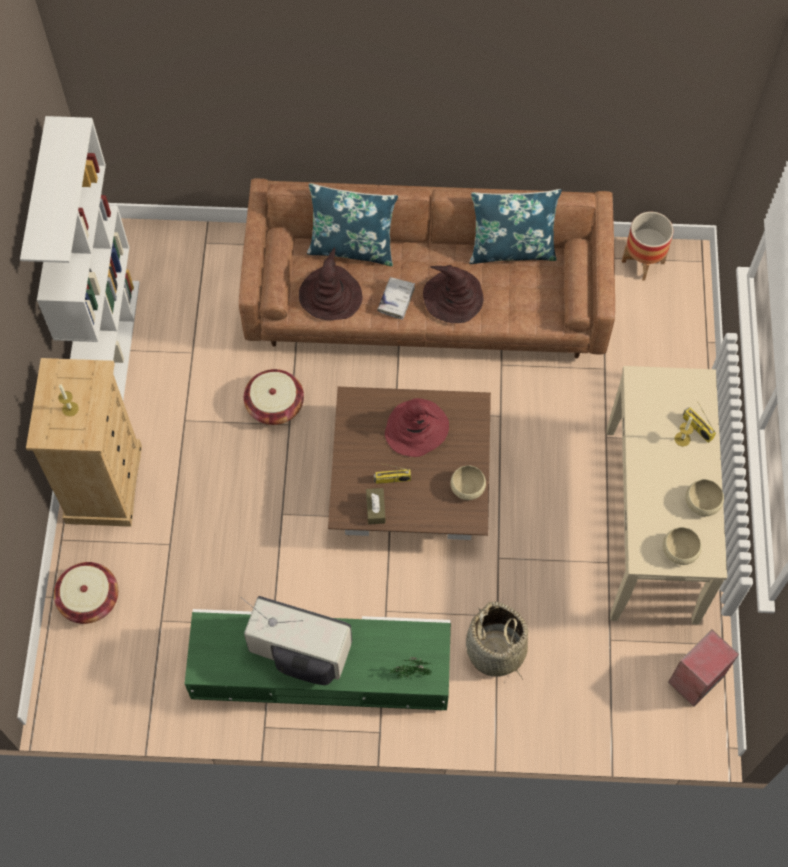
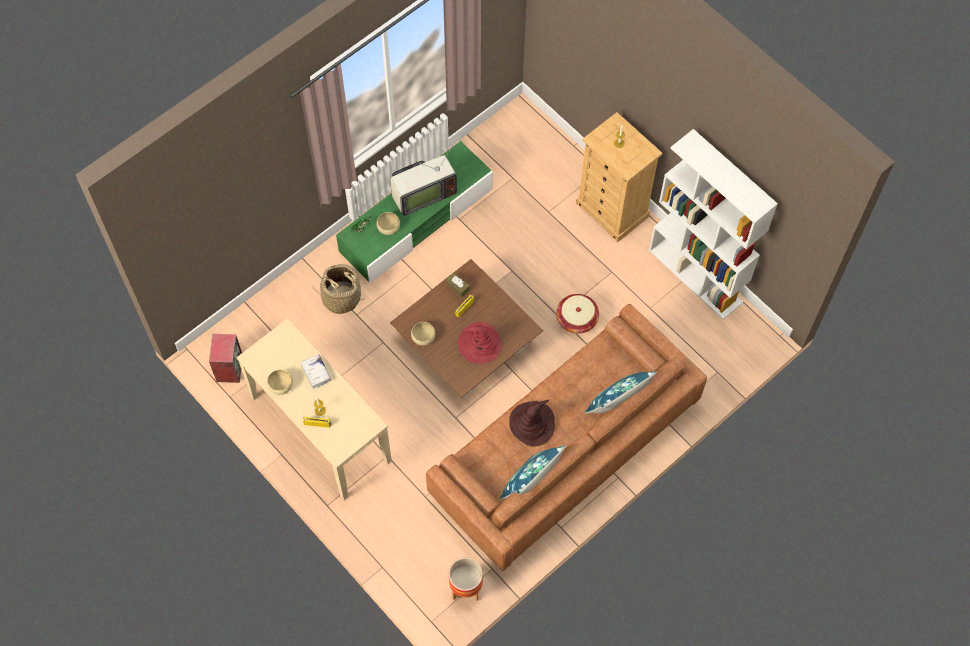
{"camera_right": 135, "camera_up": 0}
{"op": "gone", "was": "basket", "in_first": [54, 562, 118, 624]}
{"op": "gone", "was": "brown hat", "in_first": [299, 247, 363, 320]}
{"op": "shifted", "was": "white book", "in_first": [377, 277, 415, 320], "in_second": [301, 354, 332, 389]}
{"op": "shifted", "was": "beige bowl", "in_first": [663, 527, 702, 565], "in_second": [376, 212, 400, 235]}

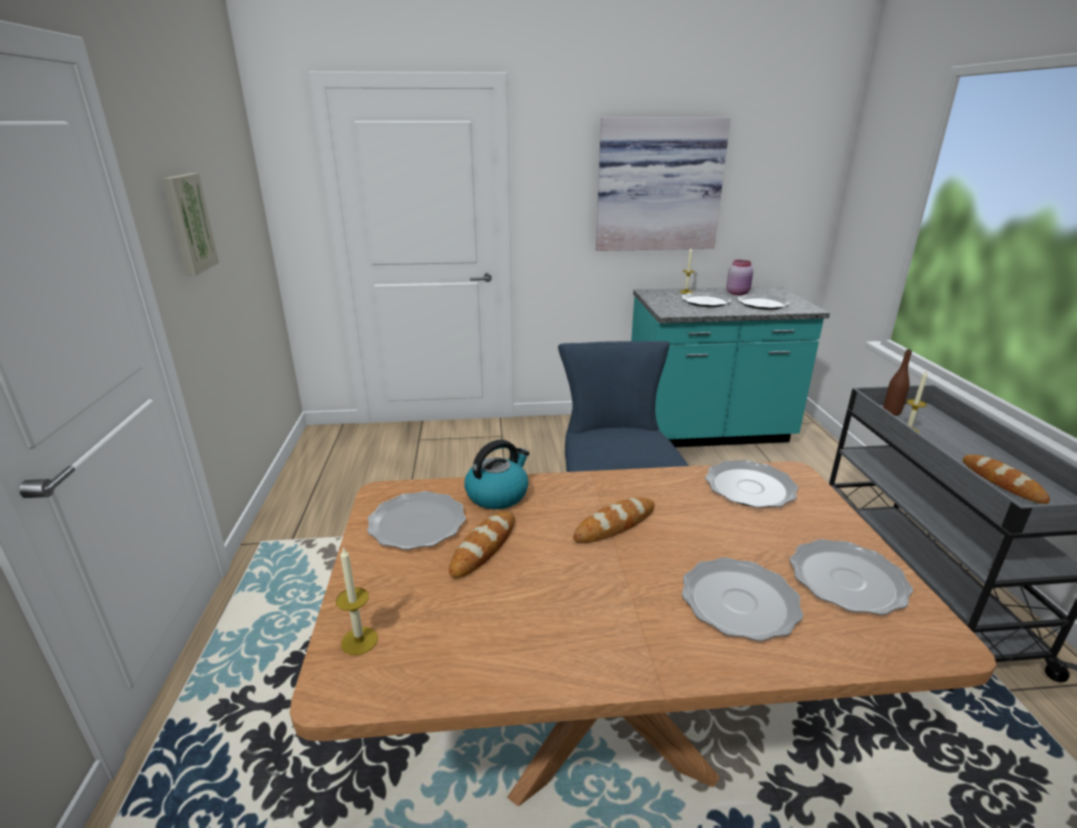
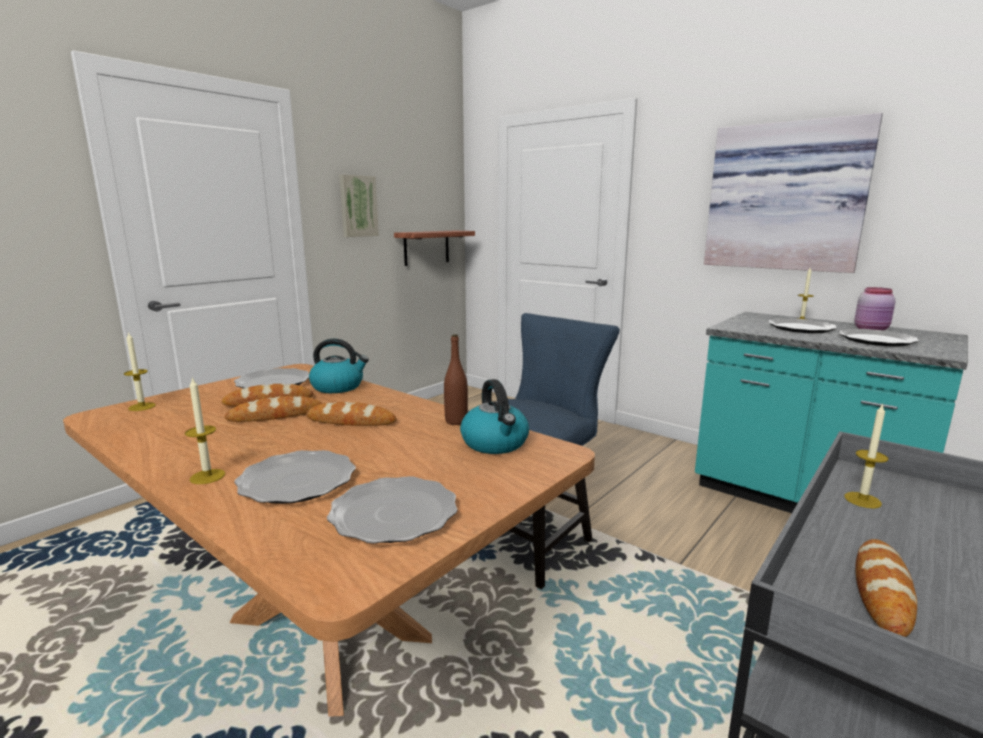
{"camera_right": 45, "camera_up": -10}
{"op": "swapped", "was": "plate", "now": "kettle", "in_first": [705, 460, 798, 508], "in_second": [460, 379, 529, 454]}
{"op": "shifted", "was": "brown bottle", "in_first": [883, 349, 912, 416], "in_second": [444, 334, 468, 425]}
{"op": "new", "now": "candle", "in_second": [185, 377, 225, 484]}
{"op": "new", "now": "bread", "in_second": [225, 396, 322, 422]}
{"op": "new", "now": "shelf", "in_second": [394, 231, 475, 266]}

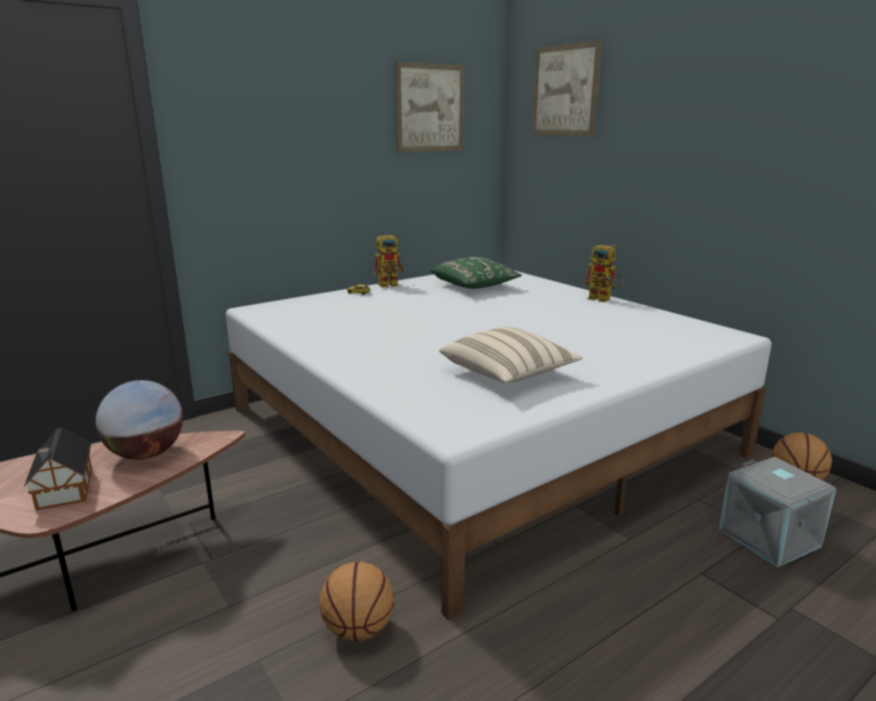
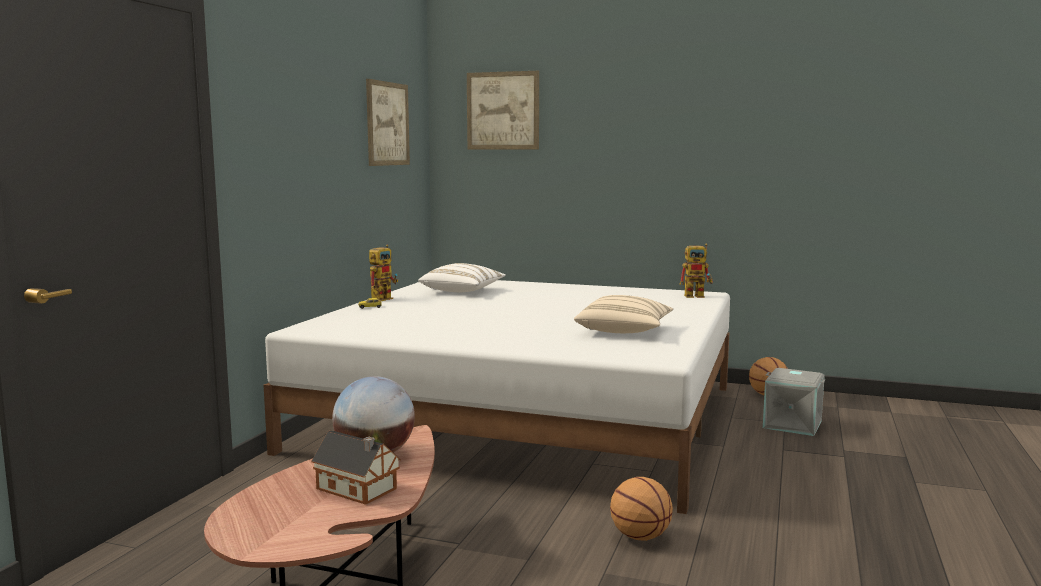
{"camera_right": -35, "camera_up": -10}
{"op": "repainted", "was": "green pillow", "now": "white pillow", "in_first": [430, 257, 522, 289], "in_second": [418, 263, 506, 292]}
{"op": "shifted", "was": "toy robot", "in_first": [583, 244, 624, 302], "in_second": [679, 244, 713, 298]}

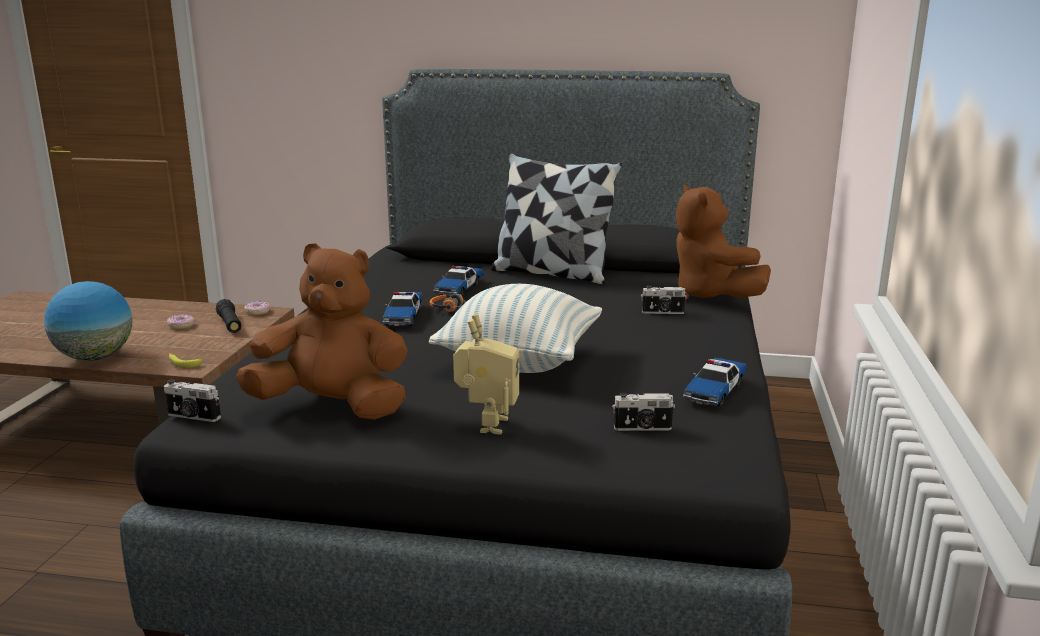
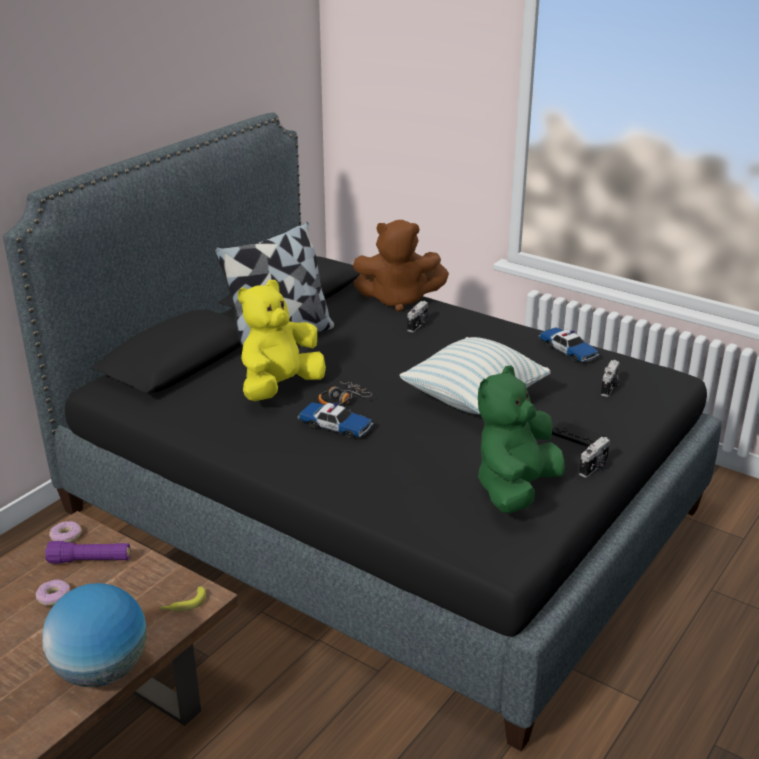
{"camera_right": -65, "camera_up": 10}
{"op": "shifted", "was": "photo camera", "in_first": [164, 379, 221, 422], "in_second": [579, 437, 610, 478]}
{"op": "repainted", "was": "black flashlight", "now": "purple flashlight", "in_first": [216, 299, 241, 333], "in_second": [45, 541, 130, 564]}
{"op": "repainted", "was": "brown plush toy", "now": "green plush toy", "in_first": [236, 243, 408, 419], "in_second": [478, 366, 565, 514]}
{"op": "swapped", "was": "toy car", "now": "yellow plush toy", "in_first": [433, 266, 484, 296], "in_second": [238, 280, 326, 401]}
{"op": "swapped", "was": "toy robot", "now": "black game controller", "in_first": [453, 314, 520, 435], "in_second": [552, 421, 605, 447]}

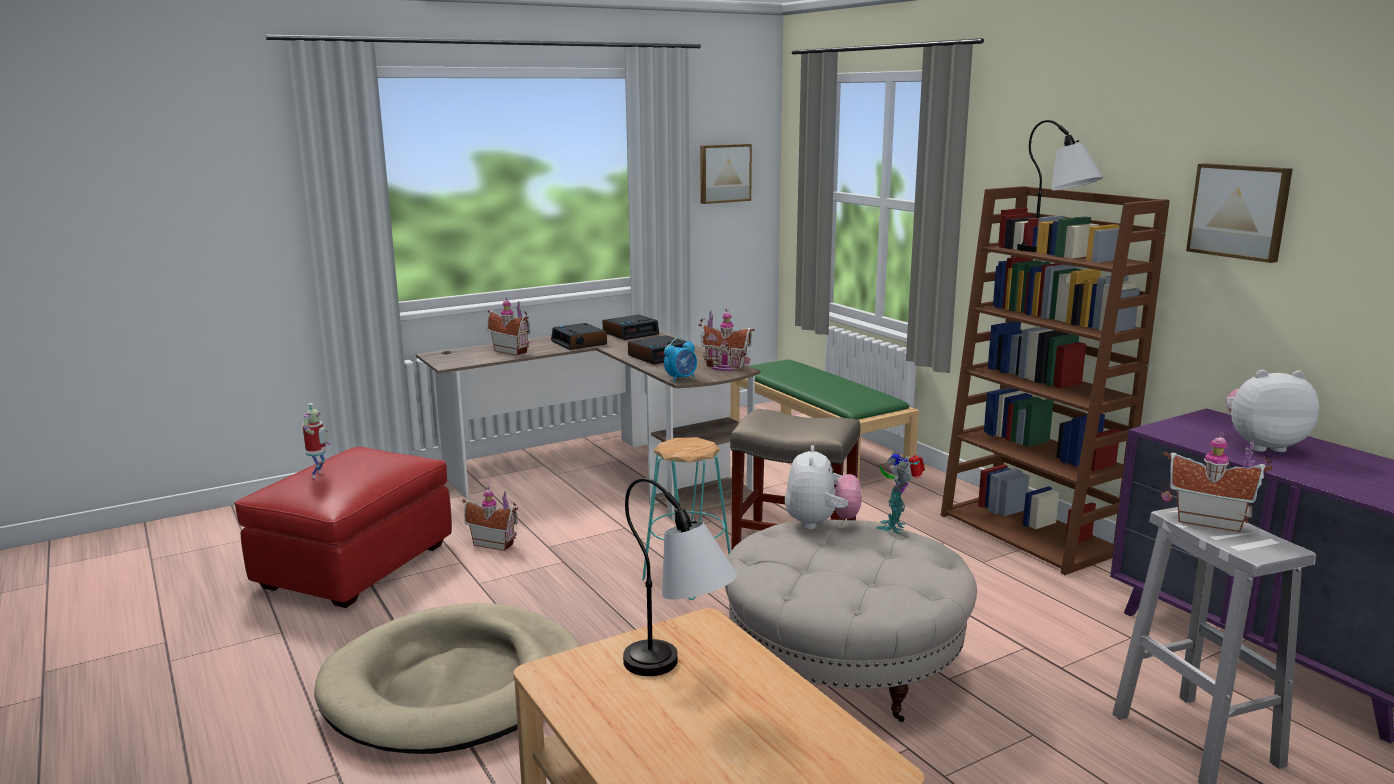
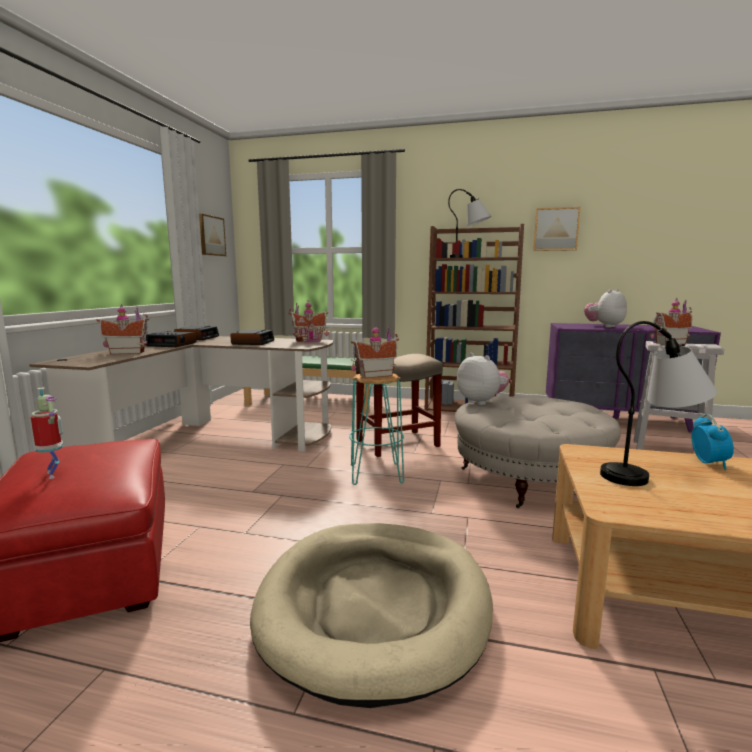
{"camera_right": -45, "camera_up": -5}
{"op": "shifted", "was": "toy house", "in_first": [462, 486, 518, 551], "in_second": [351, 324, 399, 378]}
{"op": "shifted", "was": "alarm clock", "in_first": [664, 337, 697, 382], "in_second": [691, 414, 734, 470]}
{"op": "gone", "was": "toy robot", "in_first": [876, 452, 925, 534]}

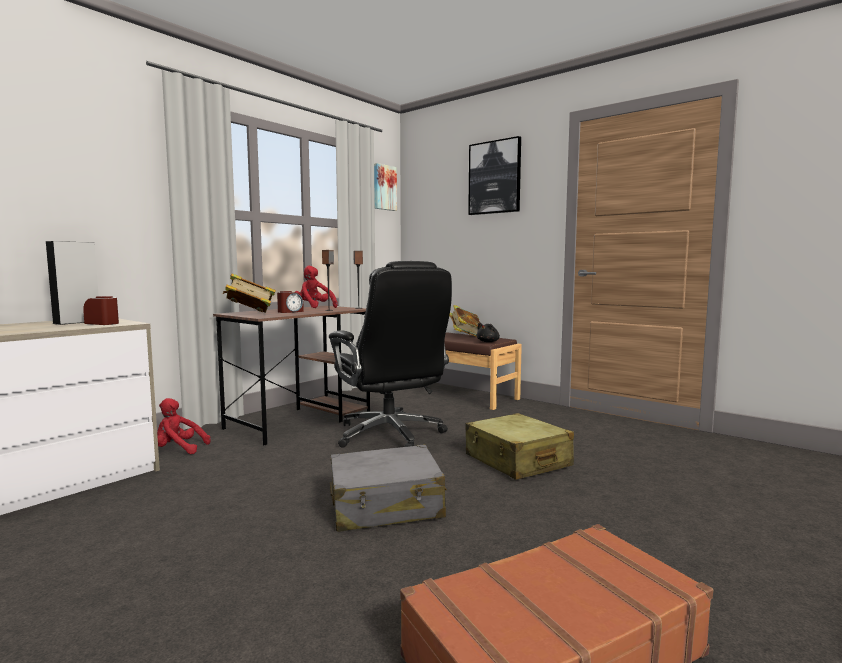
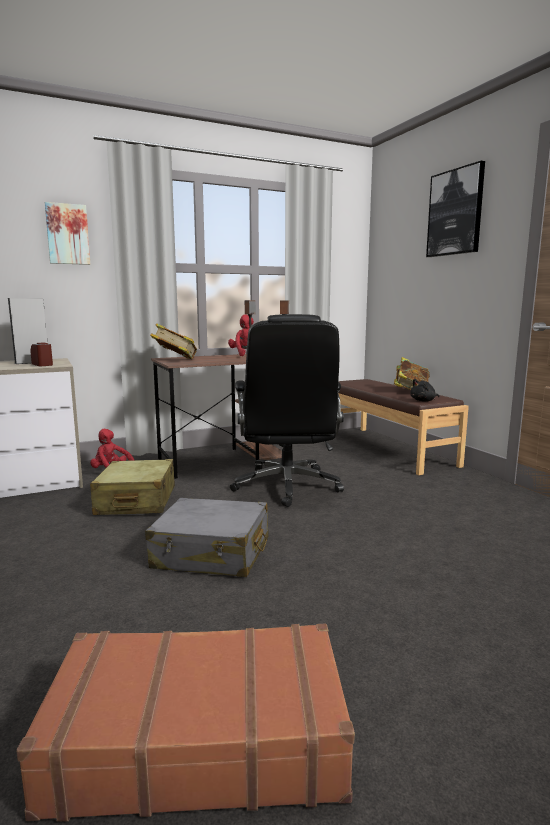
{"camera_right": 25, "camera_up": 5}
{"op": "gone", "was": "alarm clock", "in_first": [277, 291, 304, 313]}
{"op": "shifted", "was": "picture", "in_first": [374, 163, 397, 211], "in_second": [45, 202, 90, 265]}
{"op": "shifted", "was": "beige suitcase", "in_first": [465, 413, 574, 480], "in_second": [90, 459, 175, 515]}

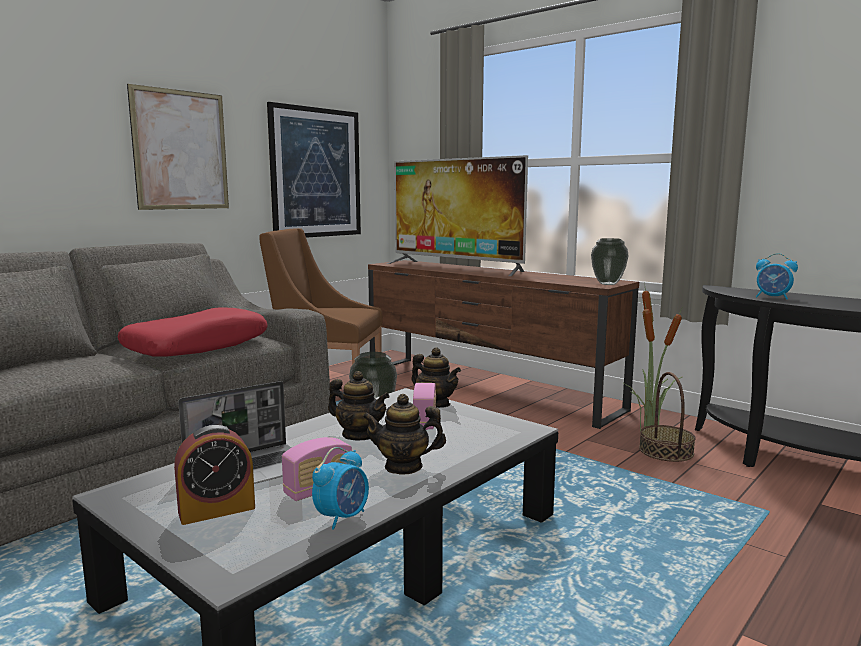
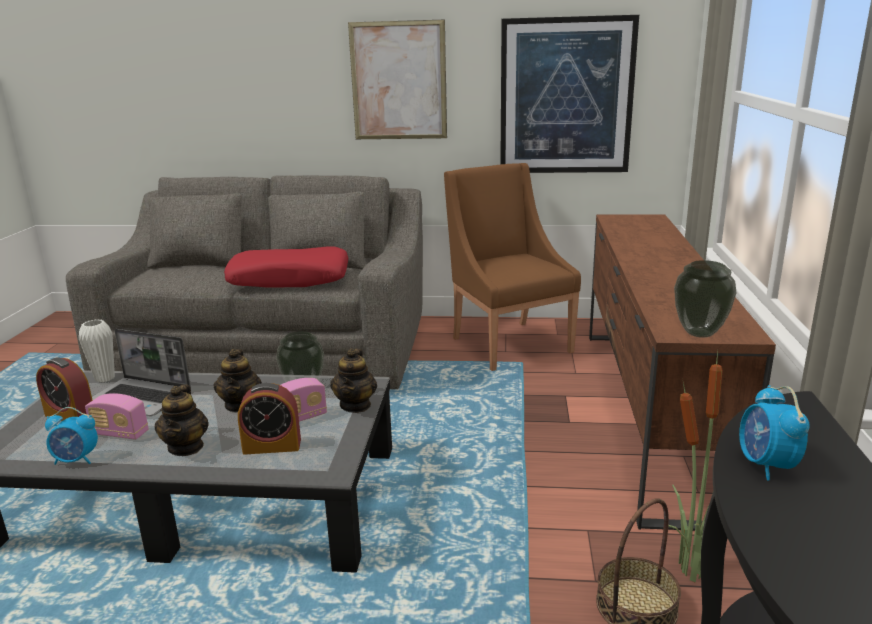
{"camera_right": 55, "camera_up": 10}
{"op": "rotated", "was": "teapot", "in_first": [362, 394, 446, 475], "in_second": [155, 384, 209, 456], "clockwise": -150}
{"op": "gone", "was": "television", "in_first": [387, 155, 528, 276]}
{"op": "new", "now": "white vase", "in_second": [79, 319, 115, 382]}
{"op": "new", "now": "alarm clock", "in_second": [238, 383, 301, 455]}

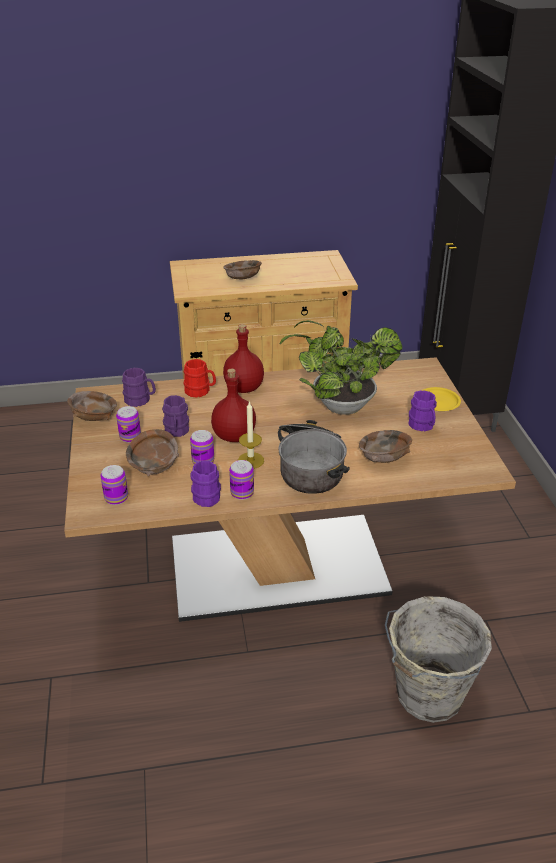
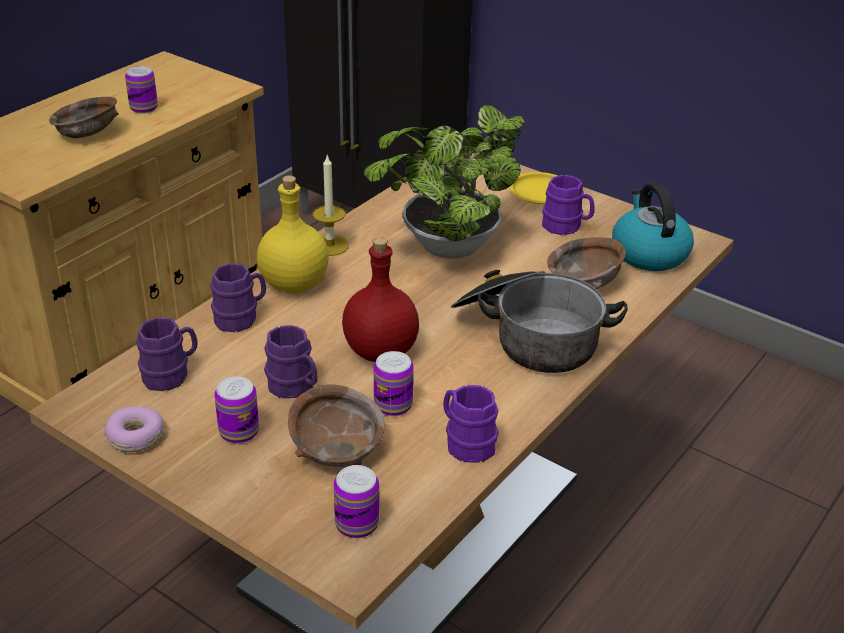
{"camera_right": -45, "camera_up": 0}
{"op": "swapped", "was": "brown bowl", "now": "donut", "in_first": [67, 391, 117, 421], "in_second": [104, 406, 164, 452]}
{"op": "repainted", "was": "red mug", "now": "purple mug", "in_first": [183, 359, 216, 398], "in_second": [210, 263, 266, 332]}
{"op": "repainted", "was": "red bottle", "now": "yellow bottle", "in_first": [223, 324, 264, 393], "in_second": [257, 175, 329, 293]}
{"op": "shifted", "was": "can", "in_first": [229, 460, 254, 500], "in_second": [125, 66, 158, 114]}
{"op": "shifted", "was": "candle", "in_first": [238, 401, 264, 469], "in_second": [313, 154, 349, 256]}
{"op": "gone", "was": "grey bucket", "in_first": [385, 596, 492, 723]}
{"op": "new", "now": "kettle", "in_second": [612, 182, 694, 271]}

